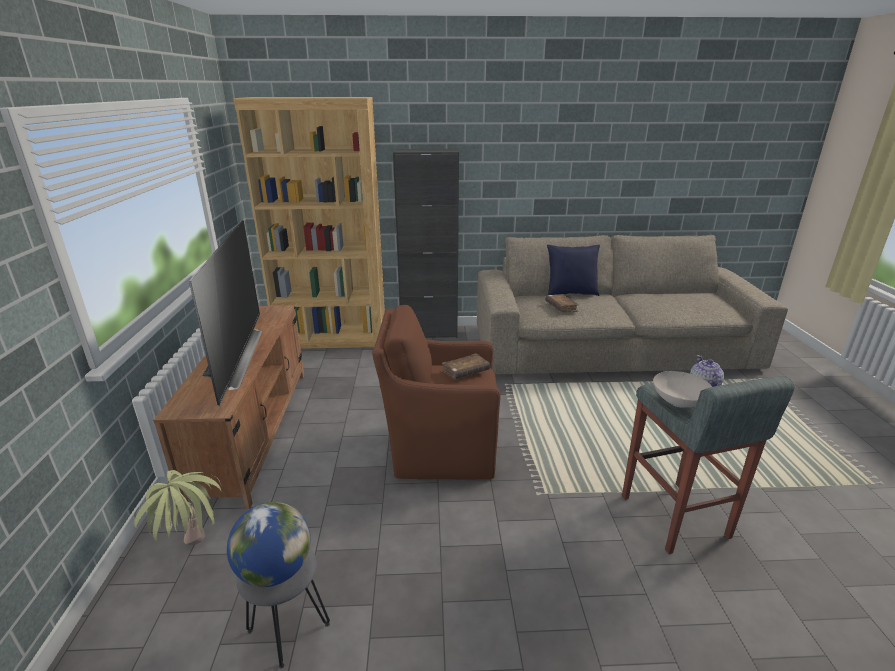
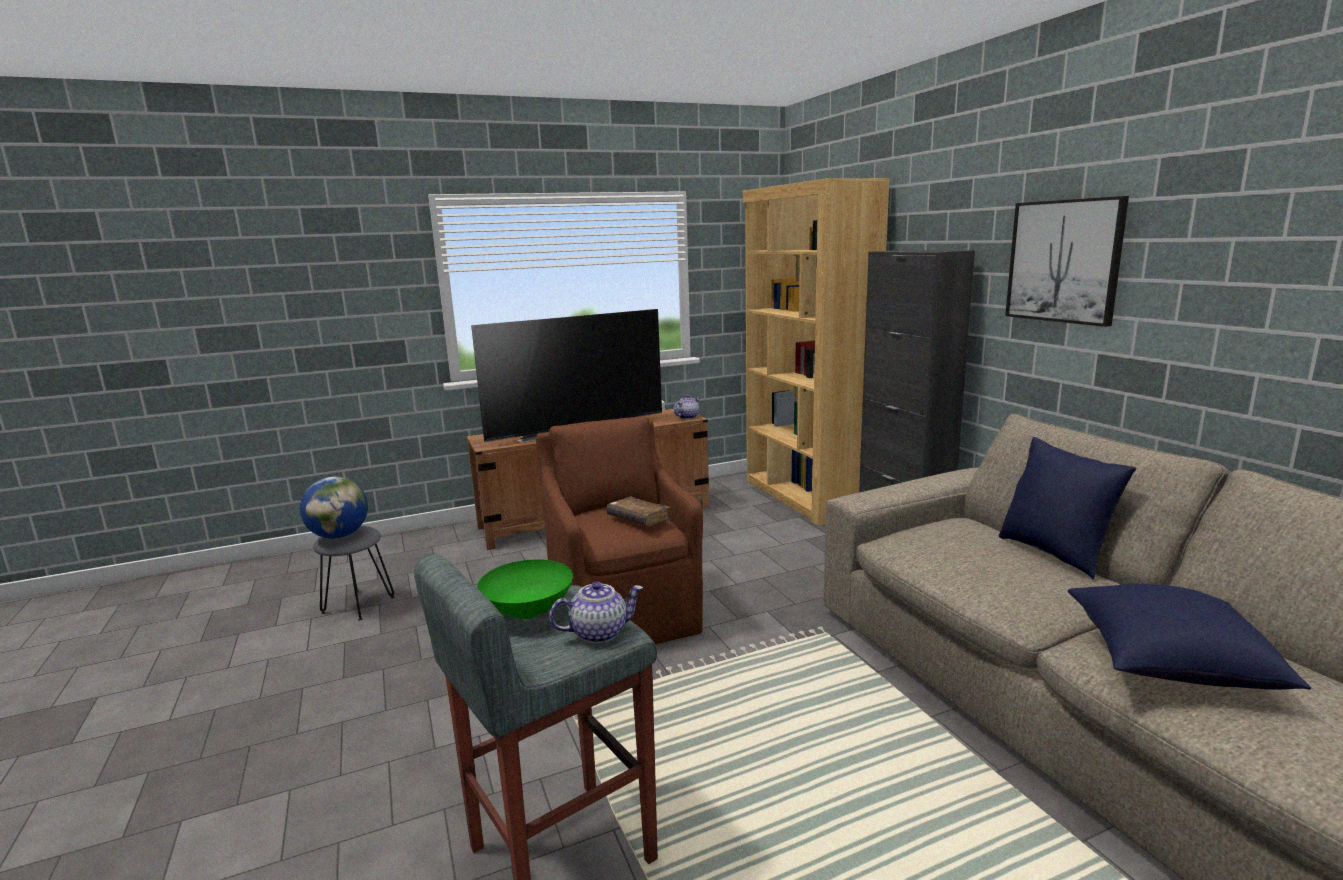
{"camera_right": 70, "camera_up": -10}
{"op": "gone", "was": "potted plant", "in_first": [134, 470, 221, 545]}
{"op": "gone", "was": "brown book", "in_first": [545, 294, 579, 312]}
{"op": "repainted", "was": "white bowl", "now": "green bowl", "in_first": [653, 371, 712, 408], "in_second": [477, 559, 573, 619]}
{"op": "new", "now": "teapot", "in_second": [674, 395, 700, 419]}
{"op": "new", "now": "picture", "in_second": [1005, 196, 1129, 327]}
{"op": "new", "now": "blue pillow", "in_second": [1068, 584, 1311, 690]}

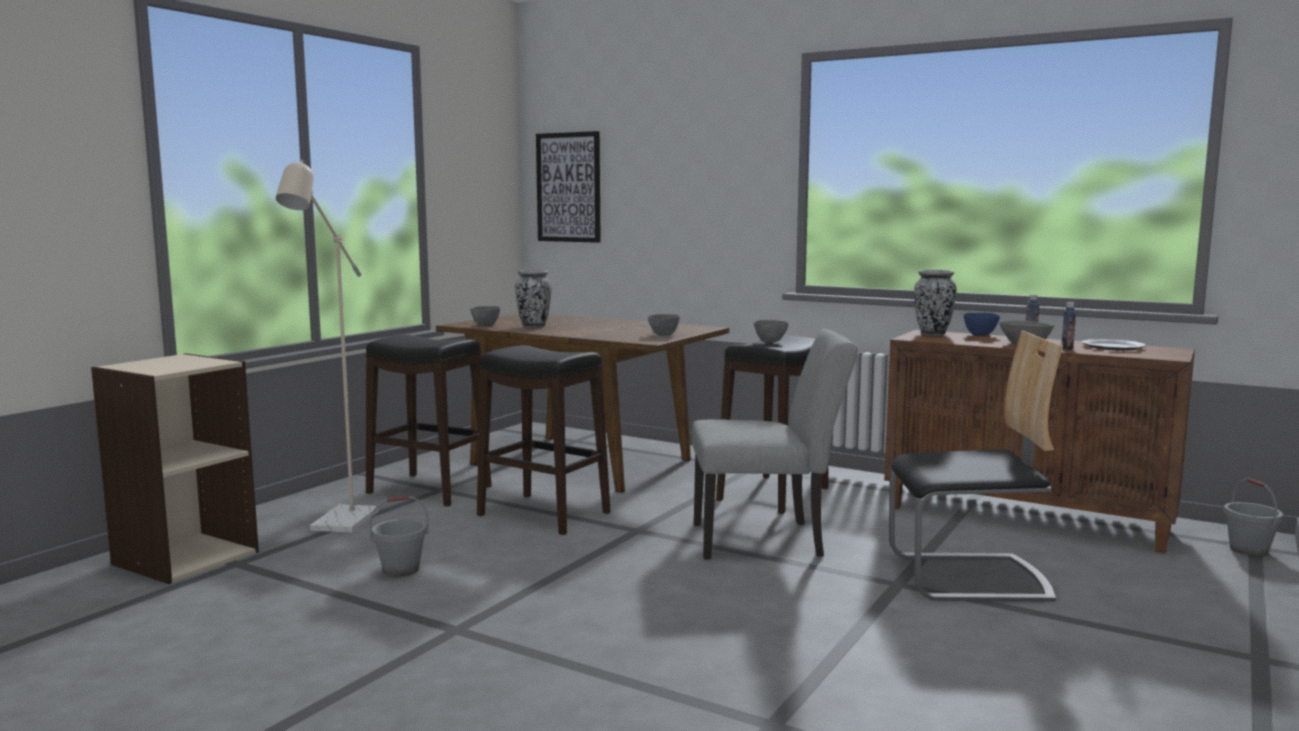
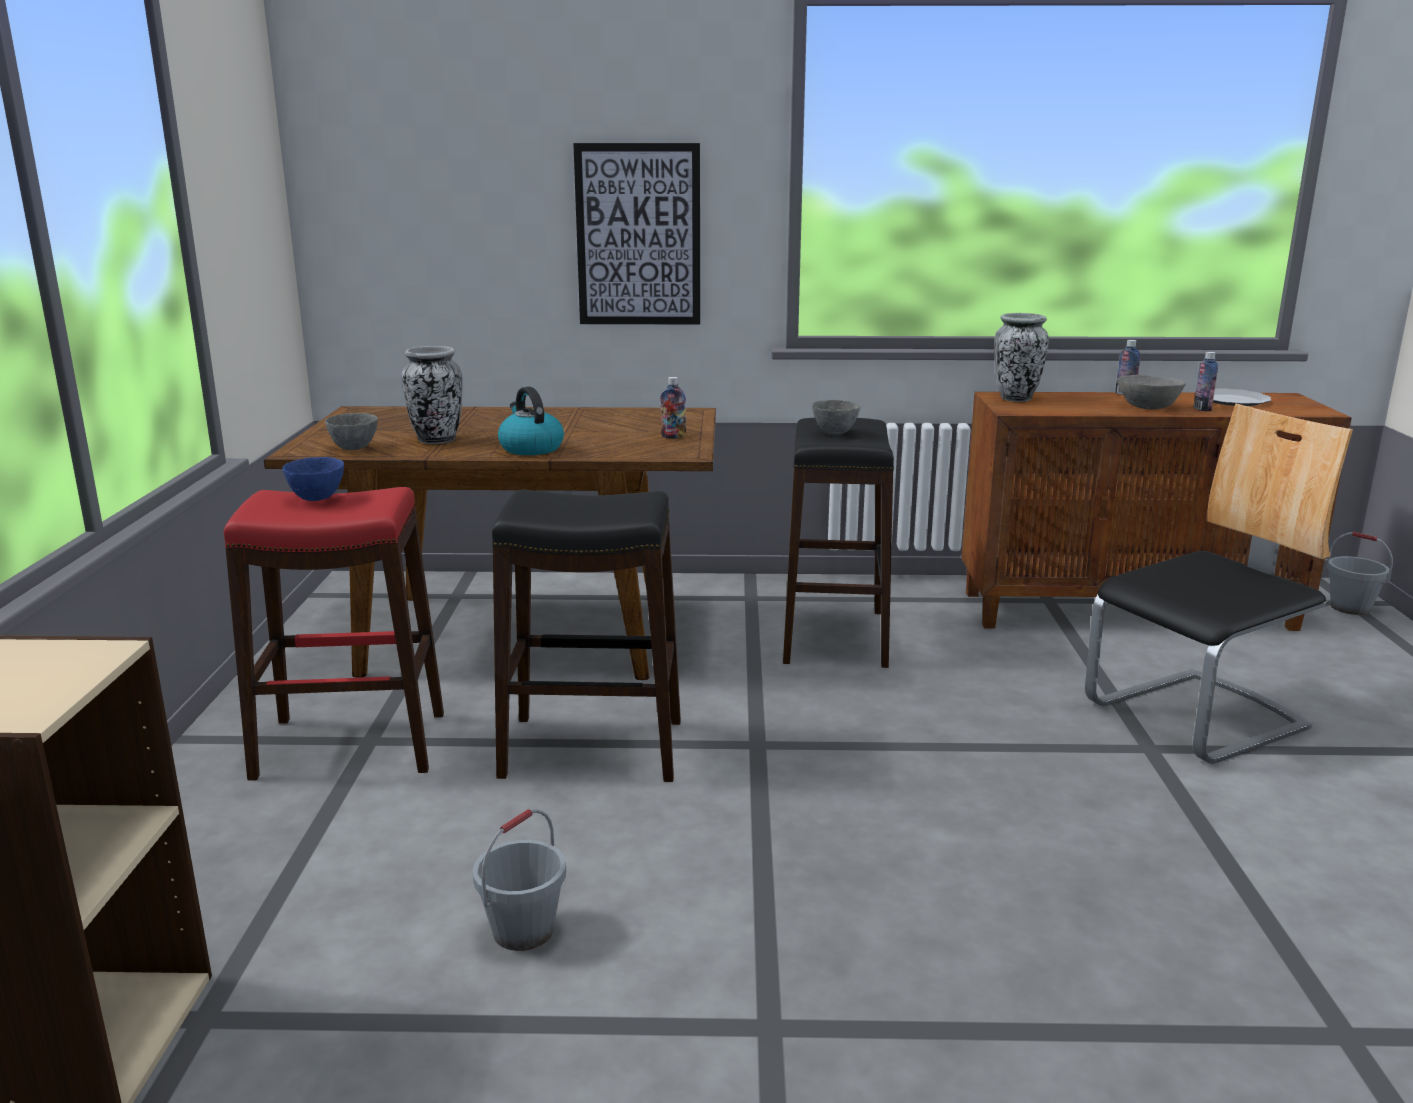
{"camera_right": -30, "camera_up": 10}
{"op": "gone", "was": "beige floor lamp", "in_first": [276, 160, 379, 533]}
{"op": "repainted", "was": "black stool", "now": "red stool", "in_first": [366, 335, 492, 507], "in_second": [224, 487, 444, 780]}
{"op": "shifted", "was": "picture", "in_first": [536, 131, 601, 243], "in_second": [573, 143, 700, 325]}
{"op": "swapped", "was": "grey bowl", "now": "bottle", "in_first": [648, 314, 680, 336], "in_second": [660, 377, 686, 439]}
{"op": "gone", "was": "grey chair", "in_first": [692, 329, 858, 560]}
{"op": "shifted", "was": "blue bowl", "in_first": [963, 312, 1000, 336], "in_second": [282, 457, 344, 501]}
{"op": "new", "now": "kettle", "in_second": [498, 387, 564, 455]}

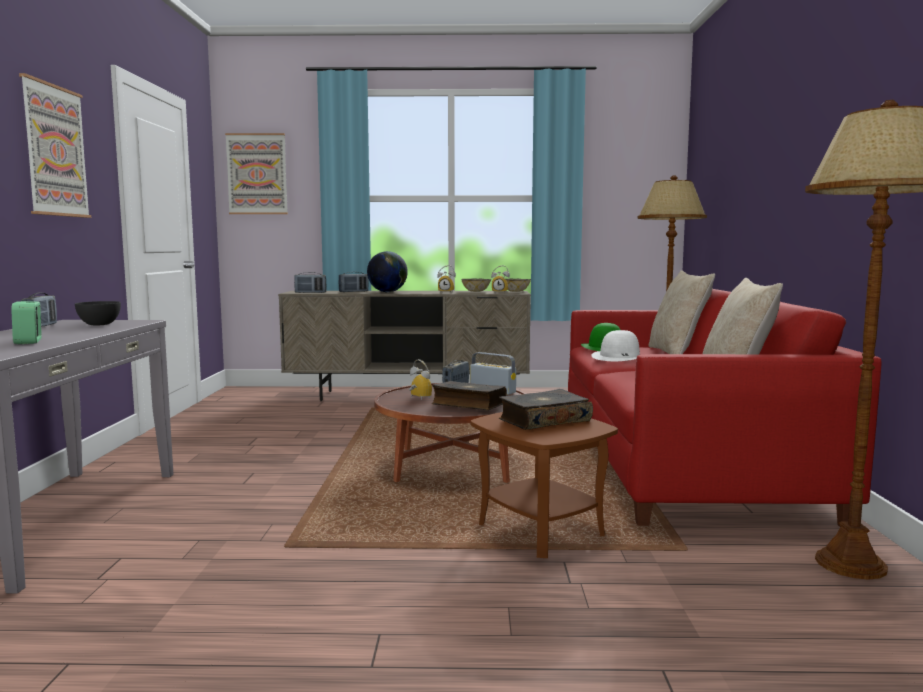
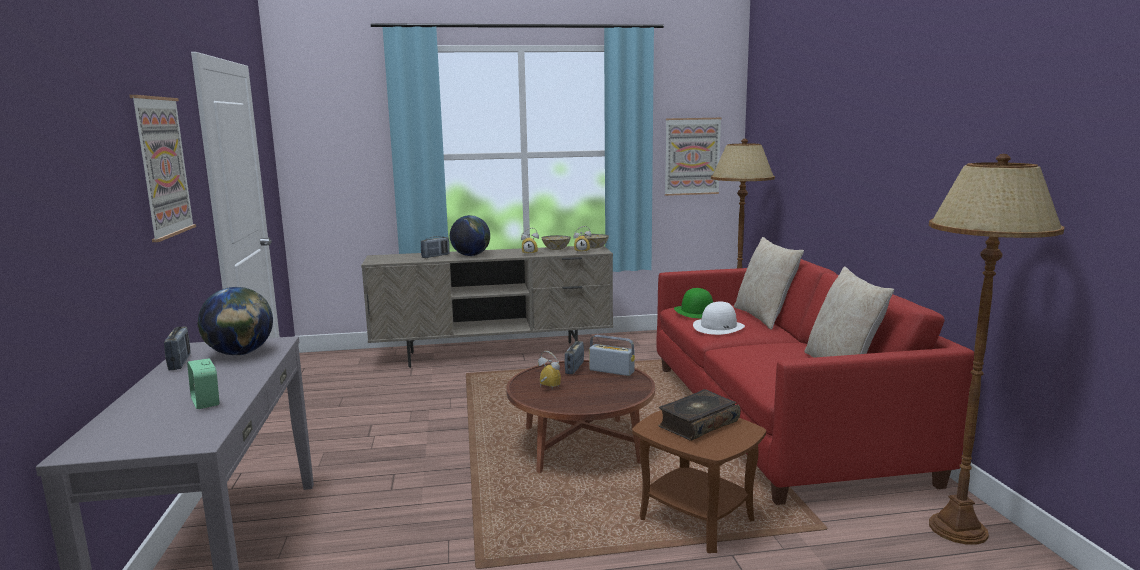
{"camera_right": -10, "camera_up": 5}
{"op": "swapped", "was": "grey bowl", "now": "globe", "in_first": [75, 301, 121, 325], "in_second": [197, 287, 273, 356]}
{"op": "shifted", "was": "picture", "in_first": [225, 133, 288, 214], "in_second": [665, 118, 721, 196]}
{"op": "gone", "was": "radio", "in_first": [294, 272, 326, 293]}
{"op": "gone", "was": "book", "in_first": [432, 381, 507, 410]}

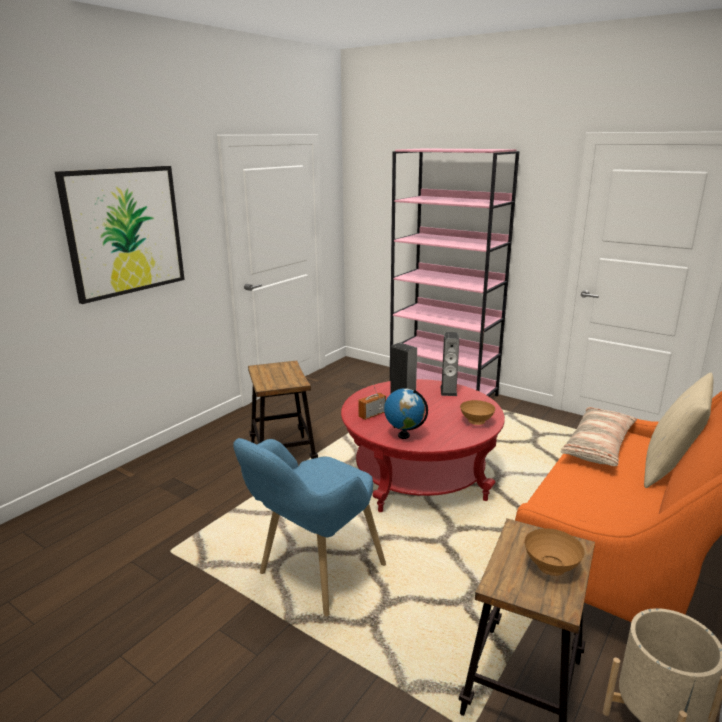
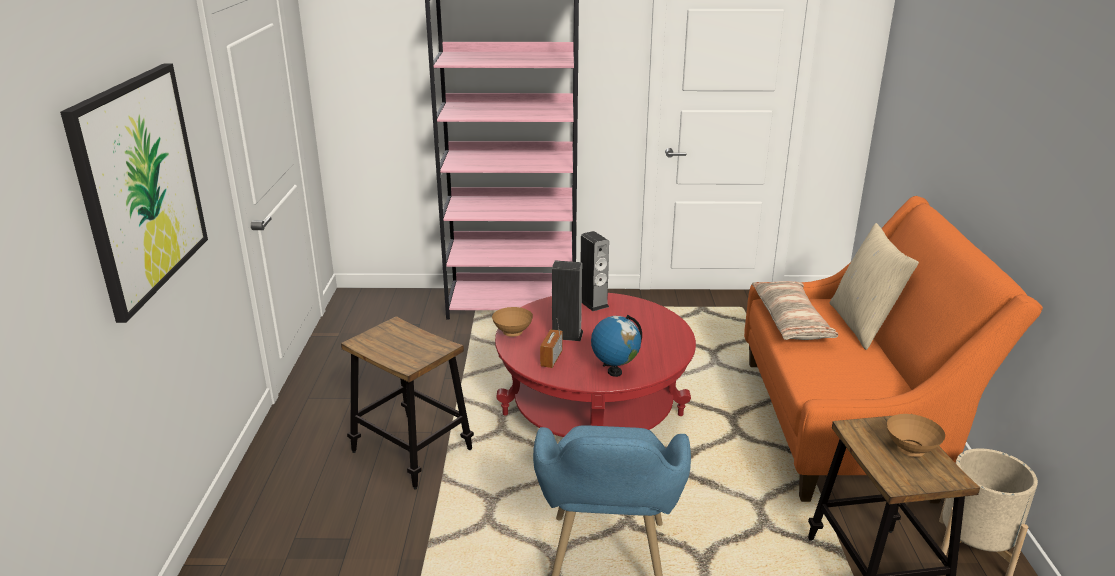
{"camera_right": -35, "camera_up": 5}
{"op": "shifted", "was": "brown bowl", "in_first": [460, 400, 495, 425], "in_second": [492, 307, 533, 337]}

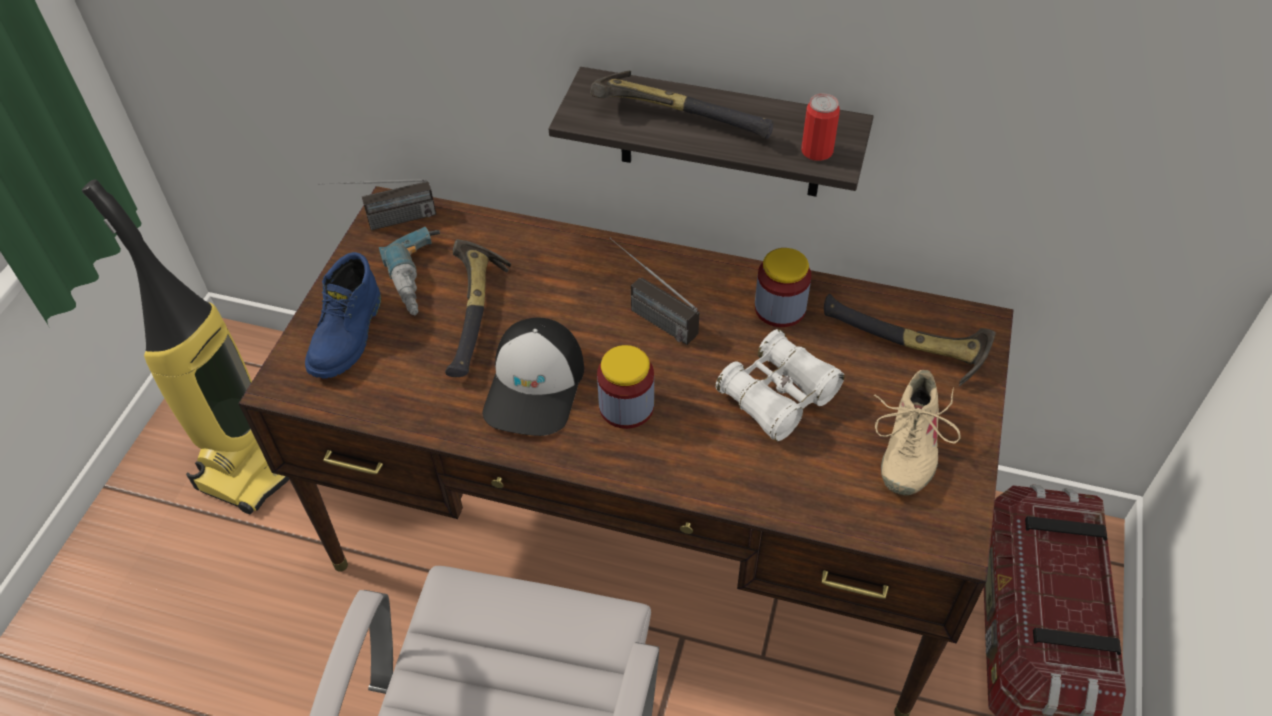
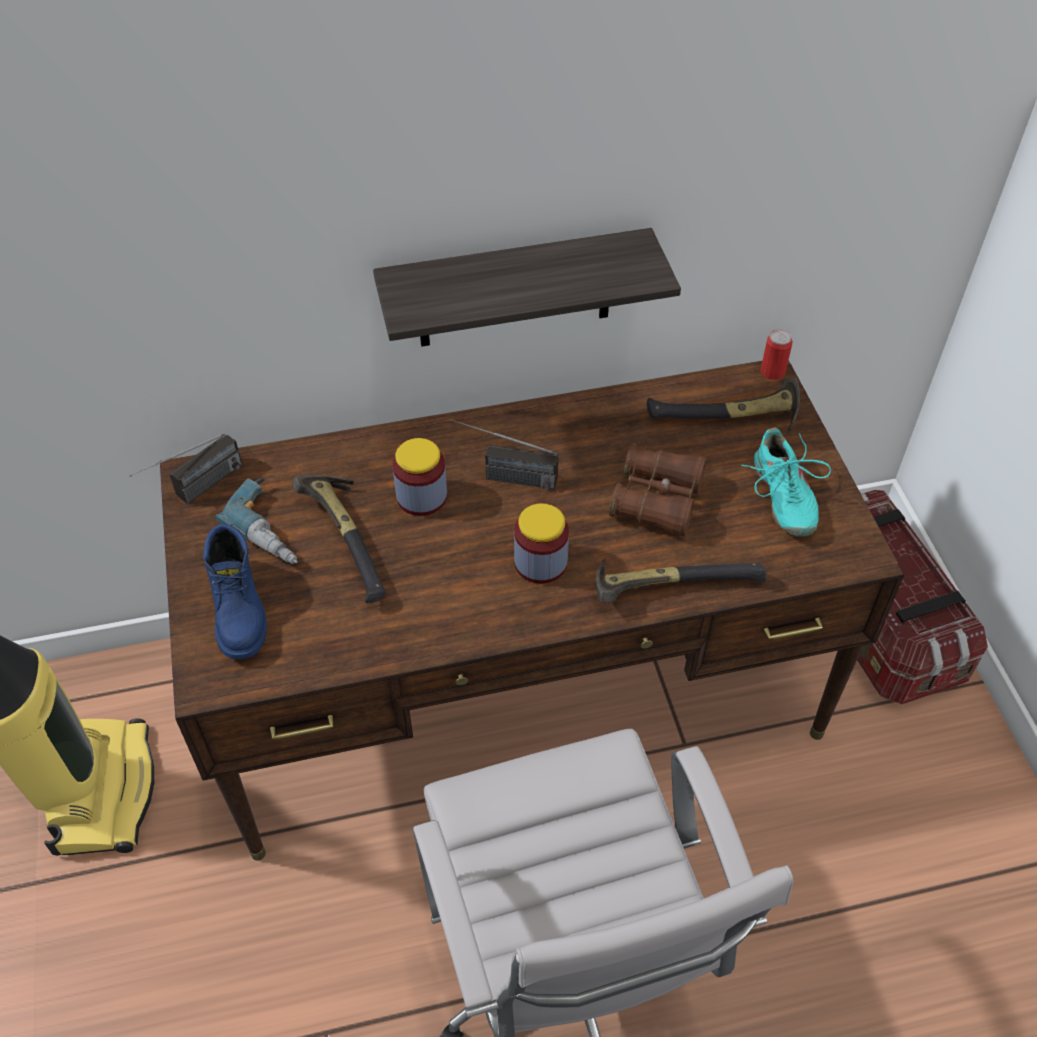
{"camera_right": -30, "camera_up": 0}
{"op": "gone", "was": "cap", "in_first": [482, 318, 584, 436]}
{"op": "shifted", "was": "hammer", "in_first": [590, 71, 773, 139], "in_second": [596, 558, 767, 603]}
{"op": "repainted", "was": "white binoculars", "now": "brown binoculars", "in_first": [715, 329, 844, 441], "in_second": [609, 443, 707, 537]}
{"op": "shifted", "was": "jar", "in_first": [755, 248, 811, 327], "in_second": [393, 438, 447, 516]}
{"op": "shifted", "was": "can", "in_first": [801, 94, 840, 161], "in_second": [761, 329, 793, 380]}
{"op": "repainted", "was": "beige shoe", "now": "turquoise shoe", "in_first": [874, 370, 961, 495], "in_second": [741, 427, 831, 537]}

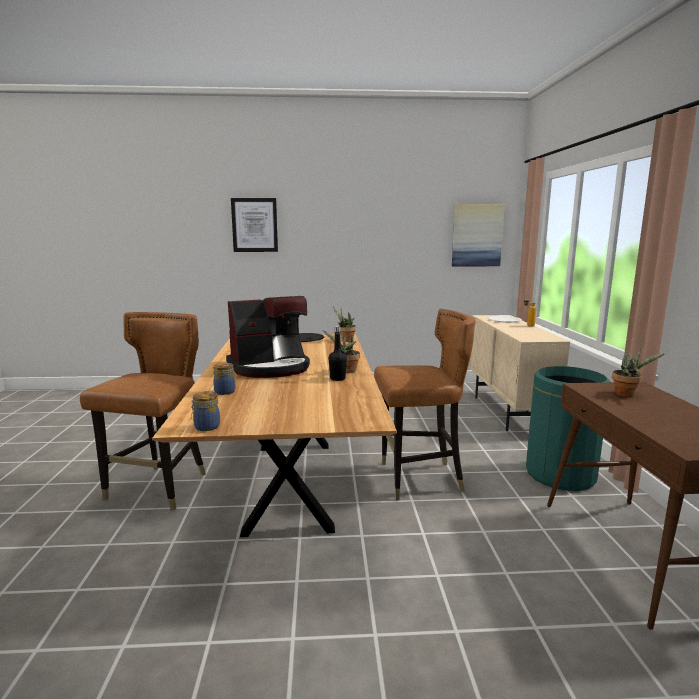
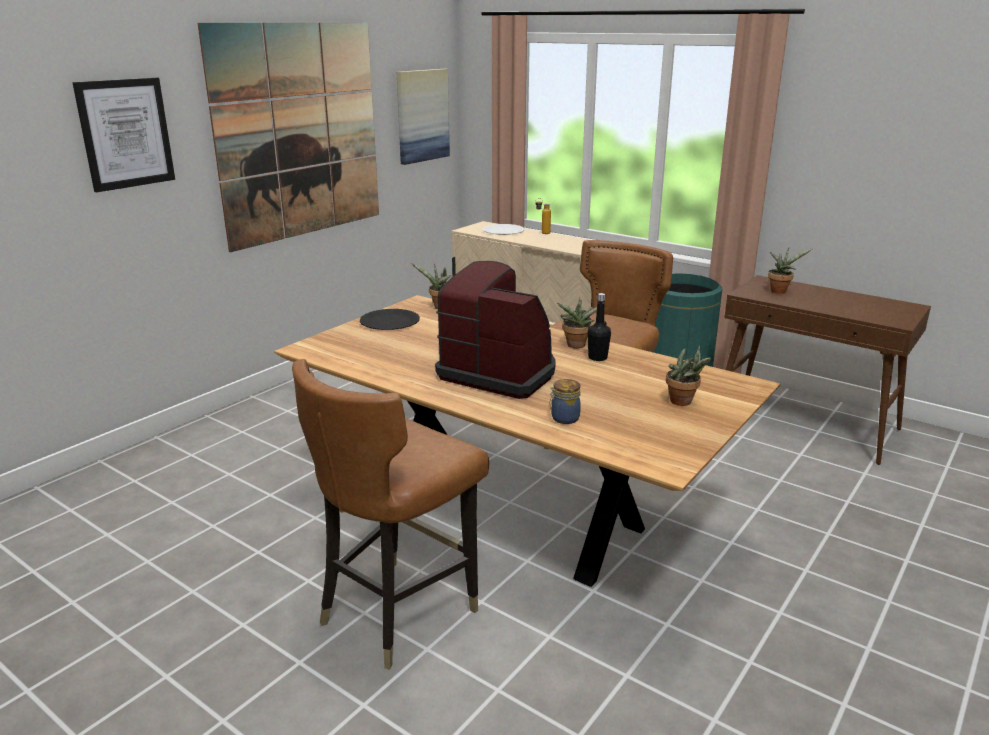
{"camera_right": -50, "camera_up": 10}
{"op": "rotated", "was": "brown chair", "in_first": [80, 312, 206, 511], "in_second": [292, 359, 489, 669], "clockwise": -105}
{"op": "gone", "was": "jar", "in_first": [191, 391, 220, 431]}
{"op": "rotated", "was": "coffee machine", "in_first": [226, 296, 310, 378], "in_second": [435, 261, 556, 399], "clockwise": -75}
{"op": "new", "now": "picture", "in_second": [197, 23, 379, 252]}
{"op": "new", "now": "potted plant", "in_second": [666, 345, 711, 406]}

